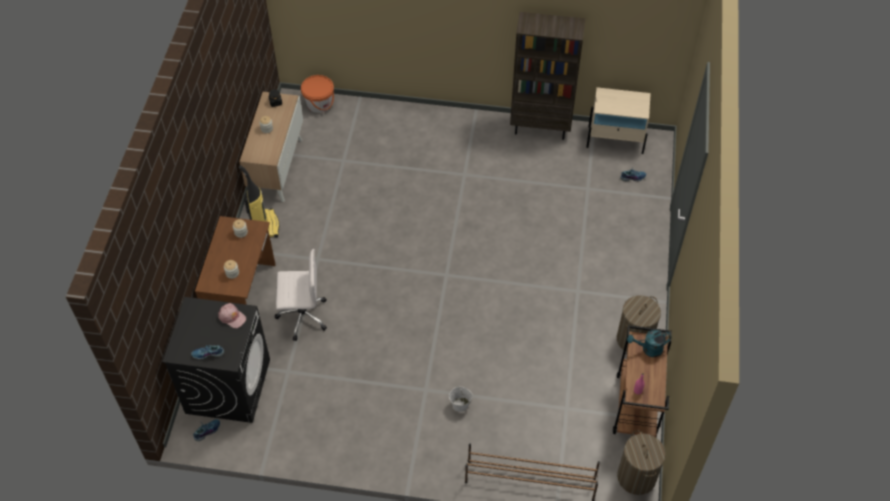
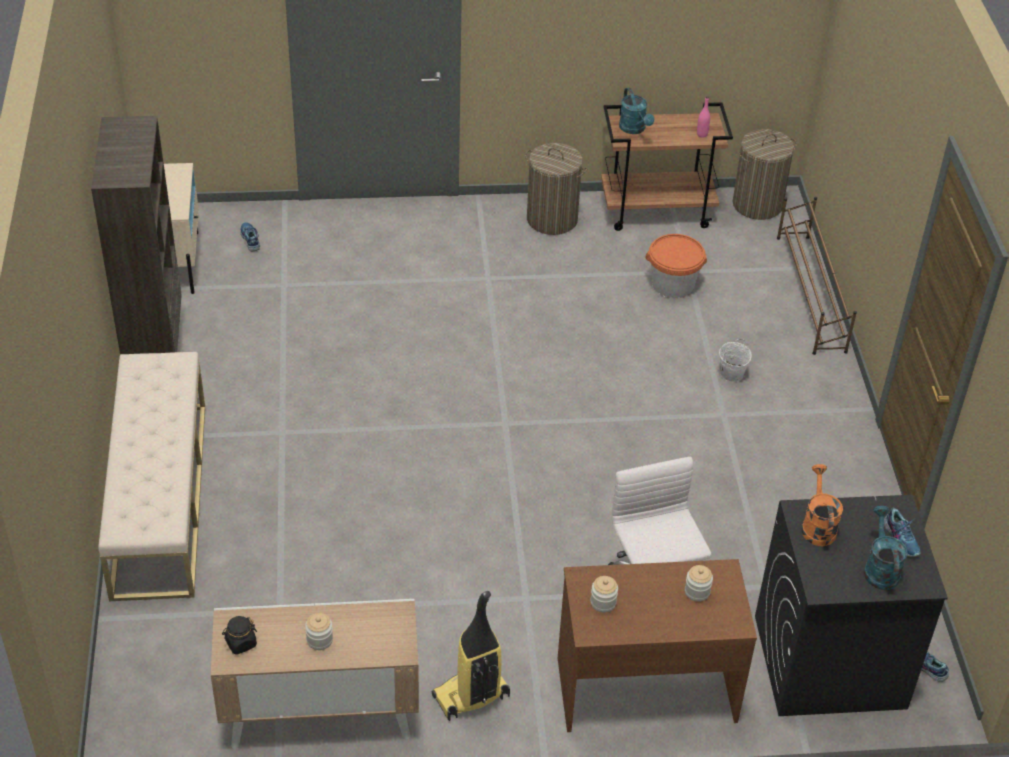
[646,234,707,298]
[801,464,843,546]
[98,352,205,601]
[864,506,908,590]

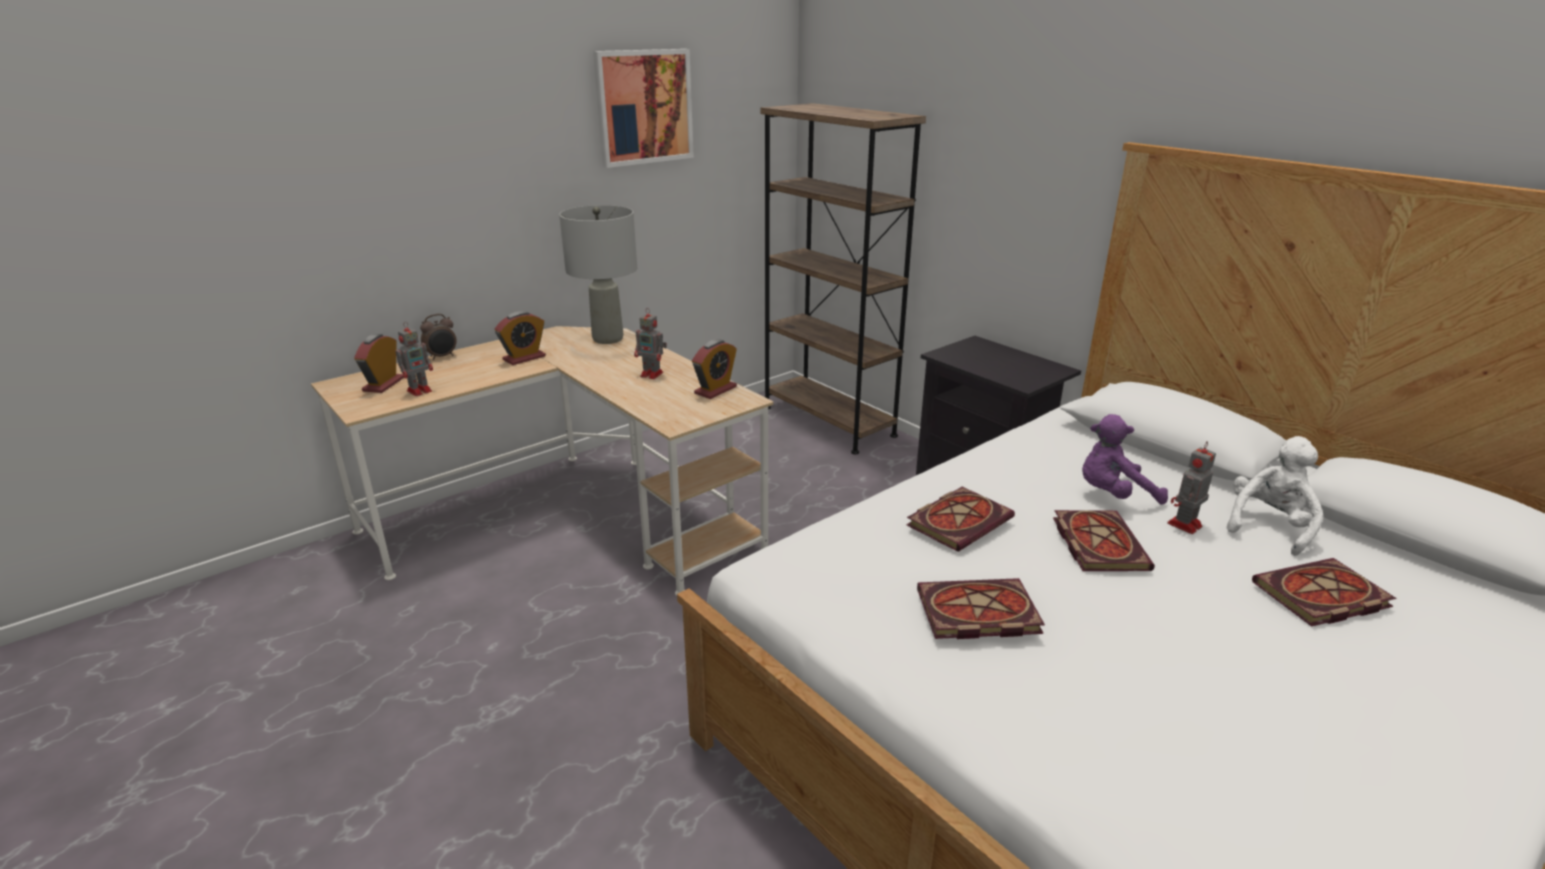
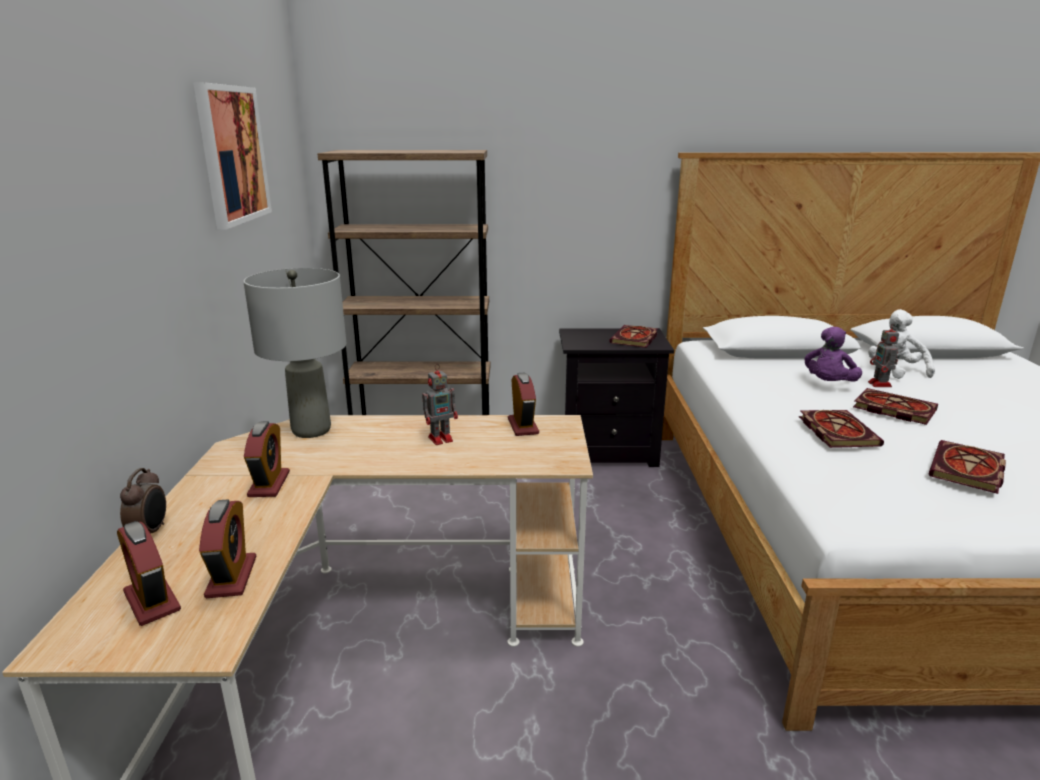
[199,500,256,598]
[609,325,658,348]

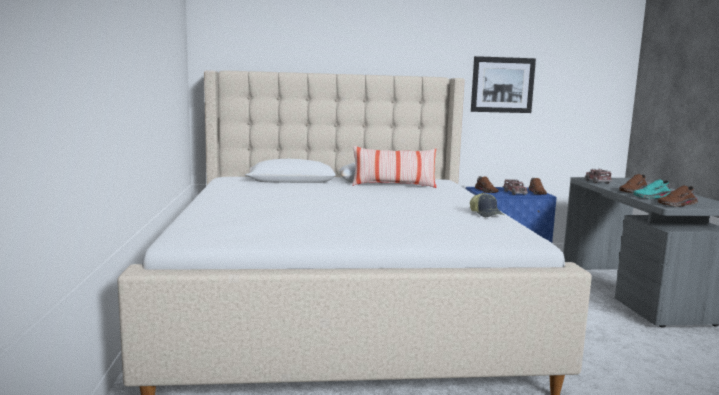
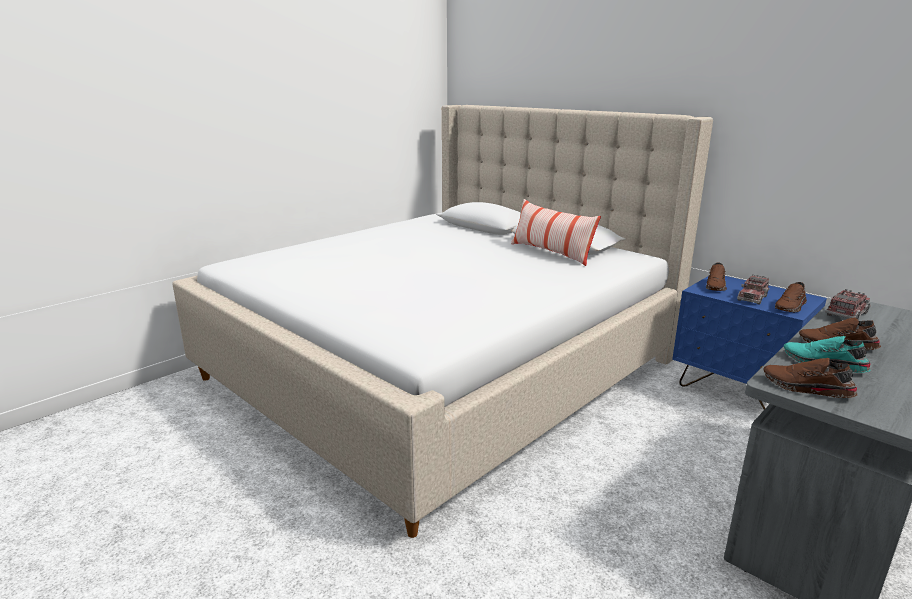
[471,56,536,113] (first image)
[470,193,504,217] (first image)

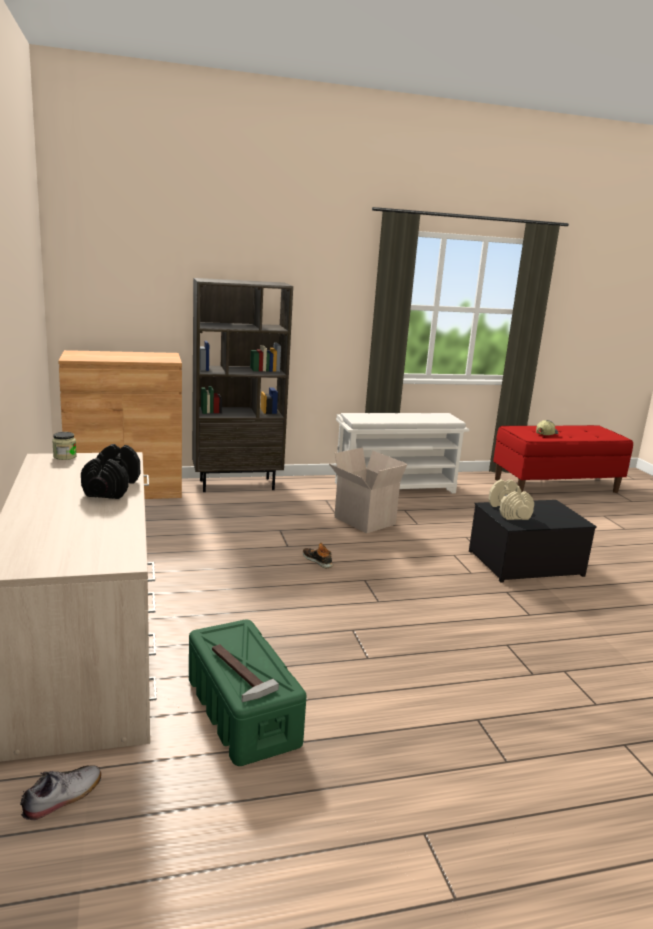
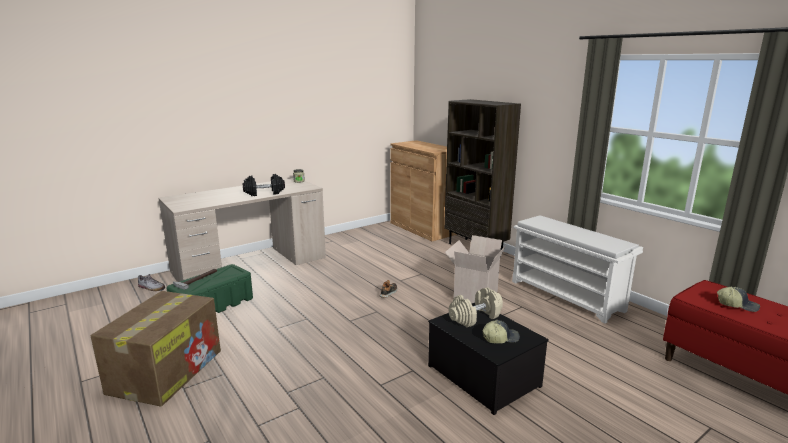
[91,291,221,407]
[482,320,520,344]

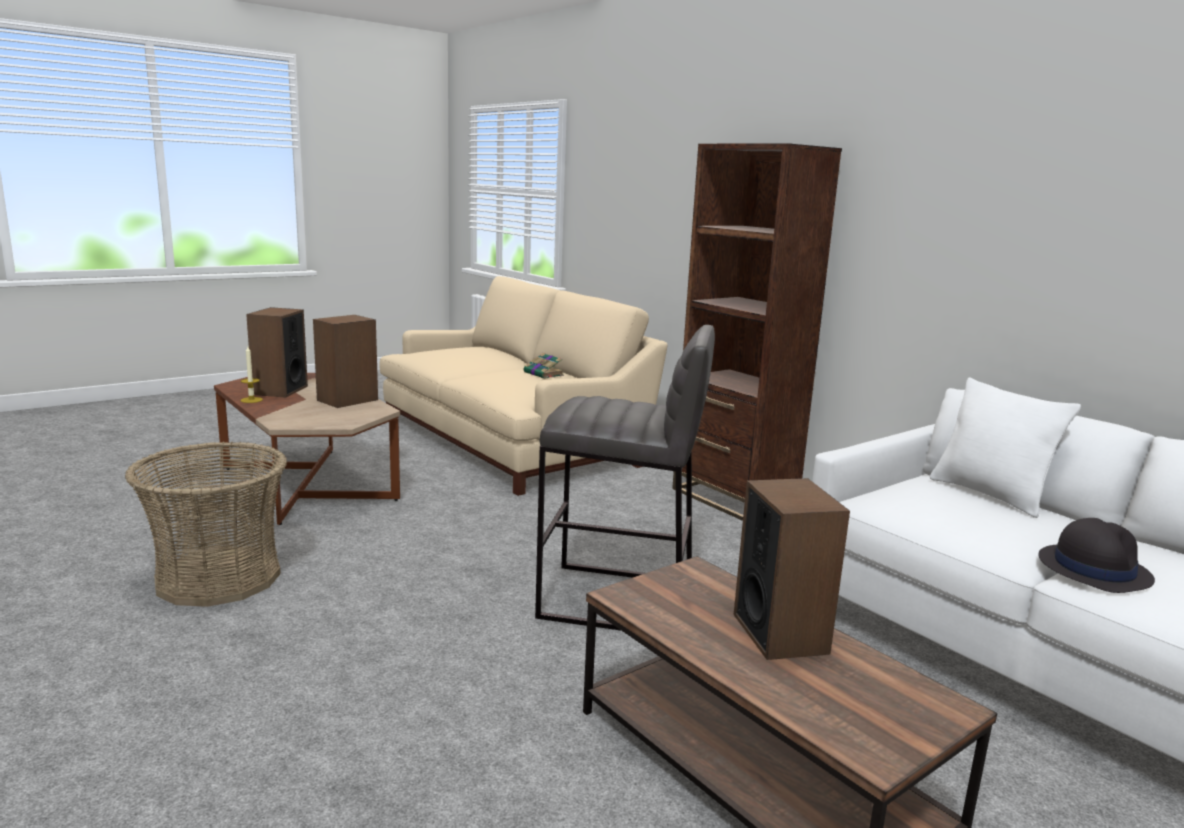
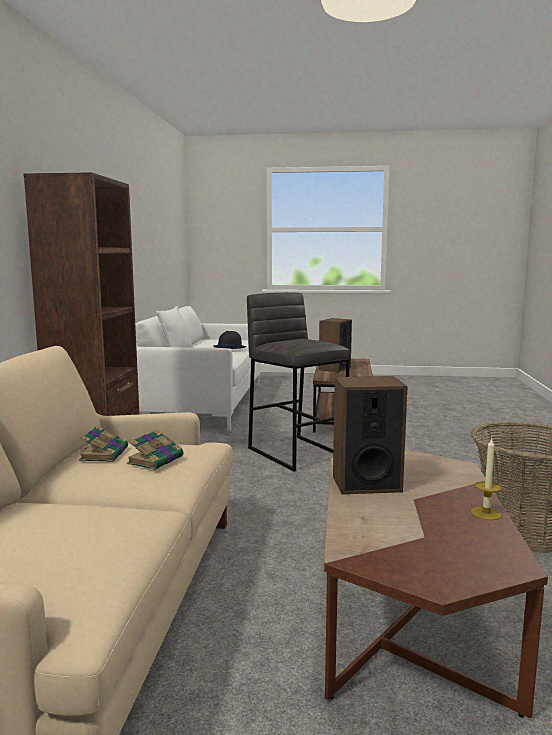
[246,307,308,398] (first image)
[127,430,183,470]

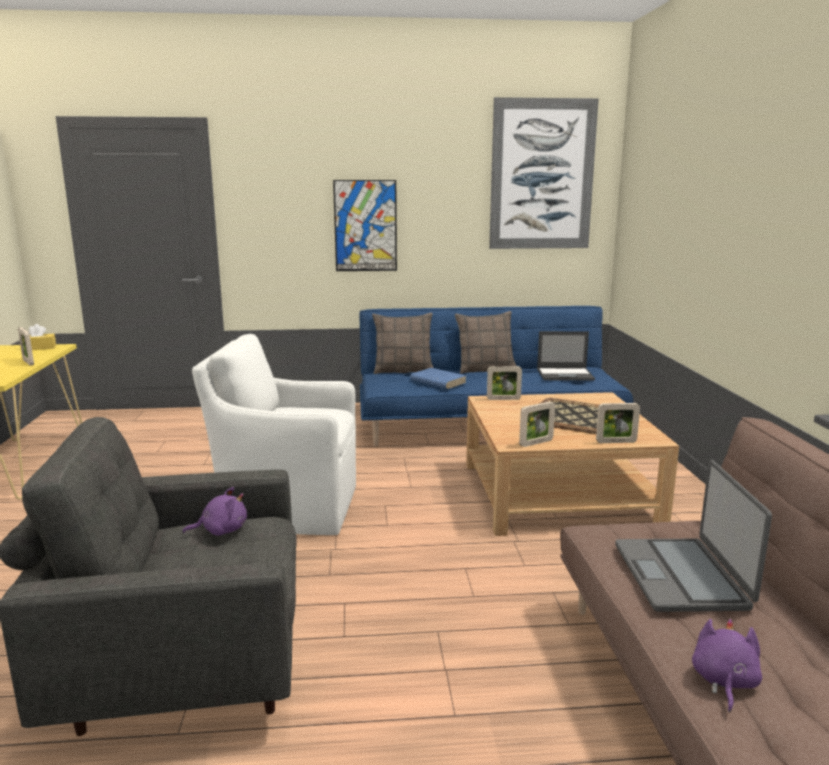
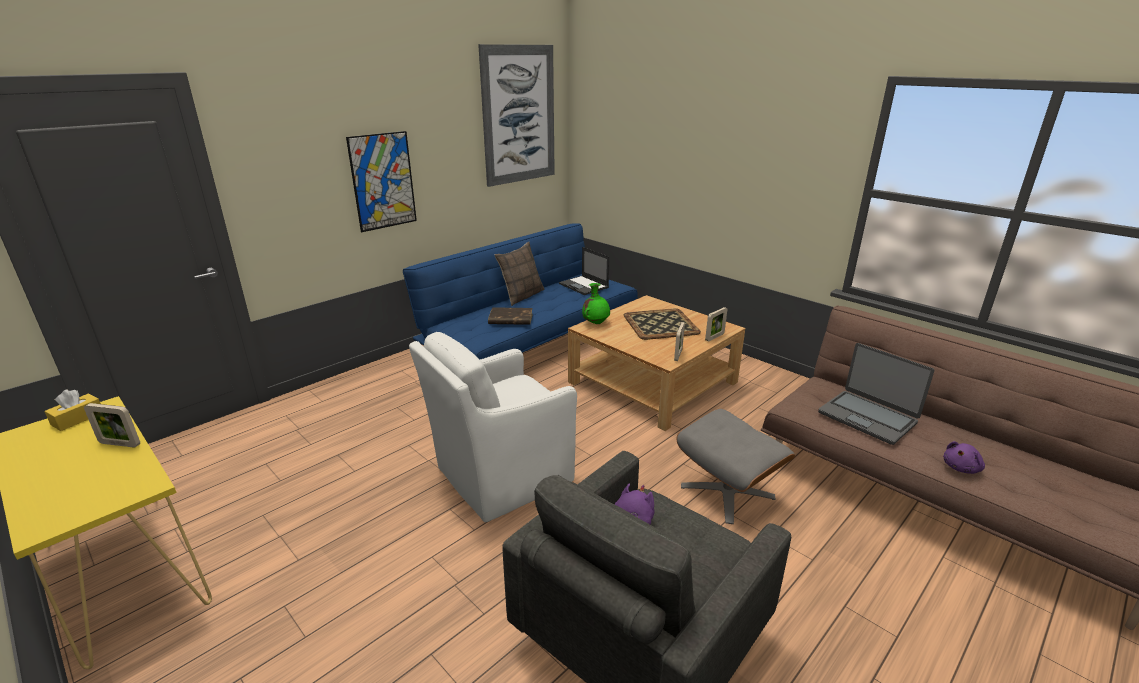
[372,313,433,374] (first image)
[559,247,610,295]
[582,283,610,324]
[488,307,533,325]
[943,441,985,474]
[677,409,795,524]

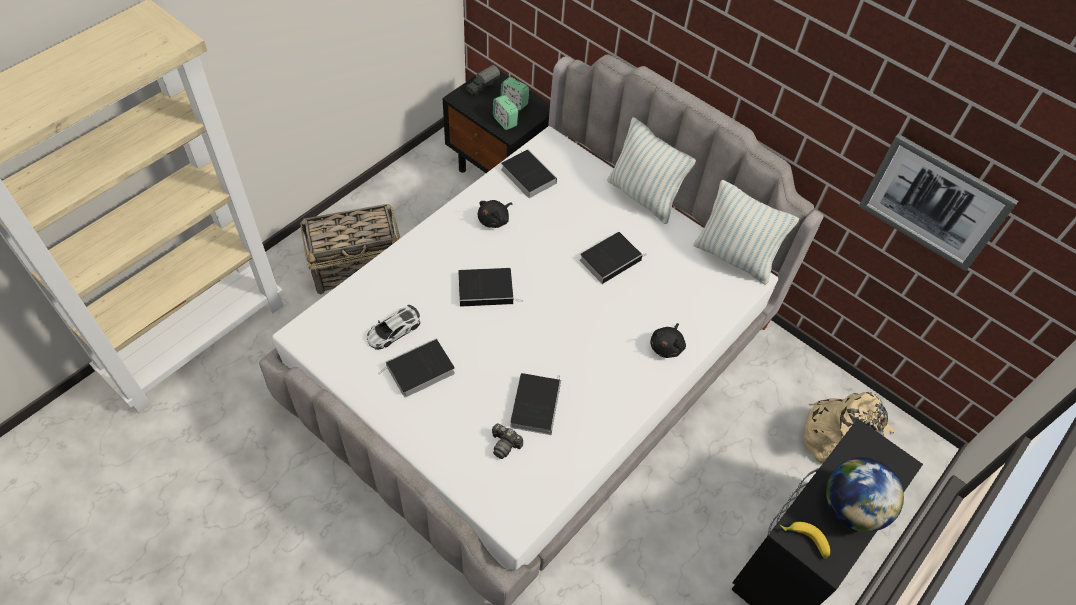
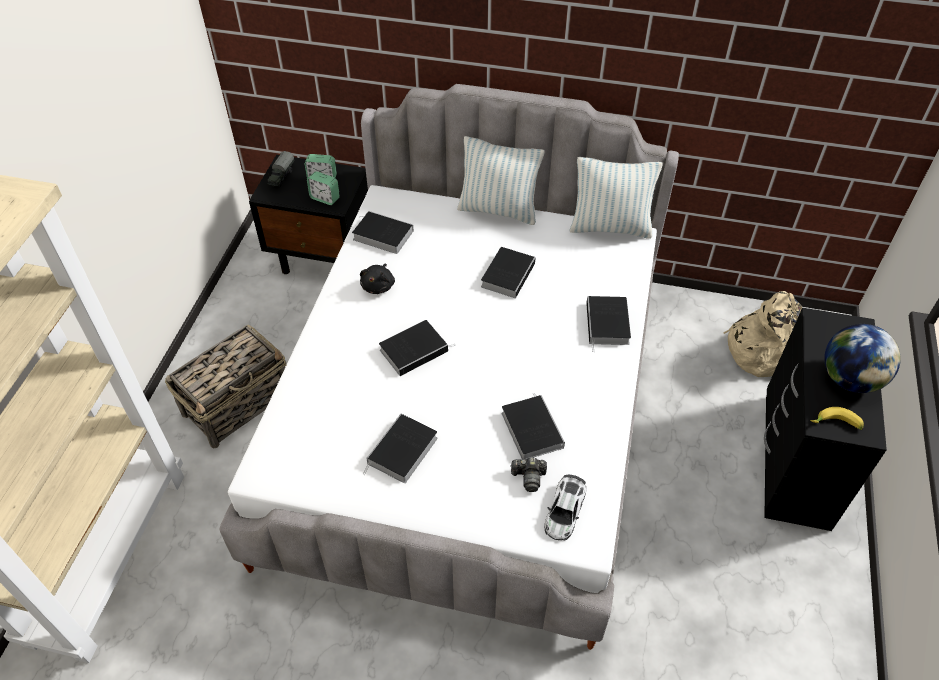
[859,134,1018,271] (first image)
[544,475,587,541]
[586,296,631,353]

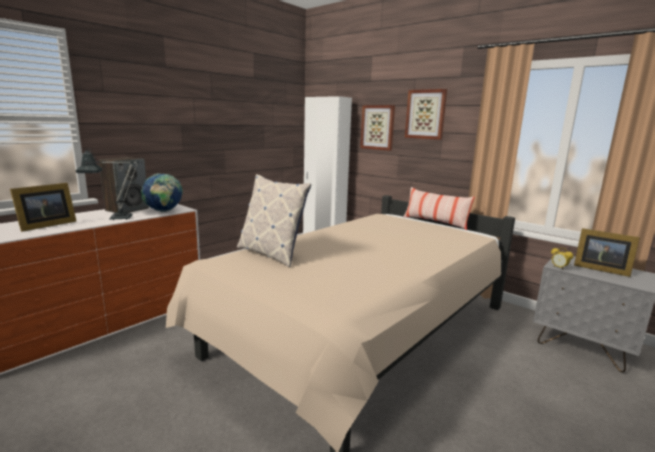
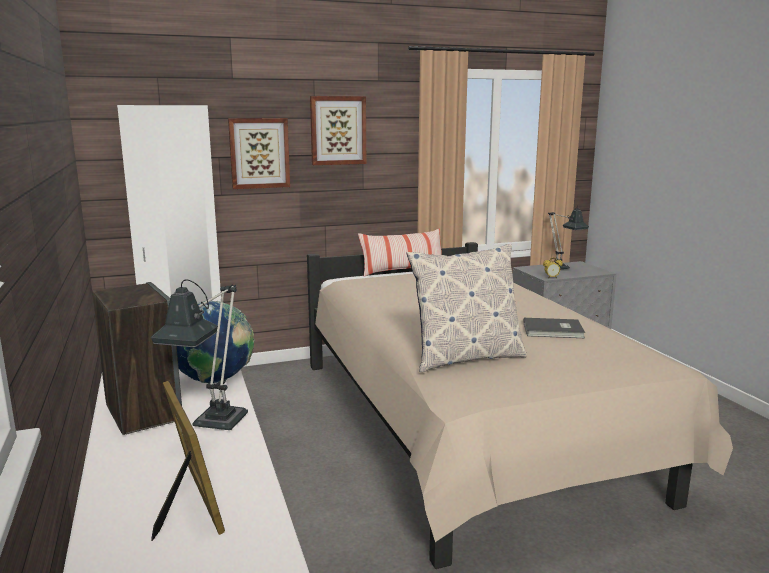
[548,205,589,270]
[523,318,585,338]

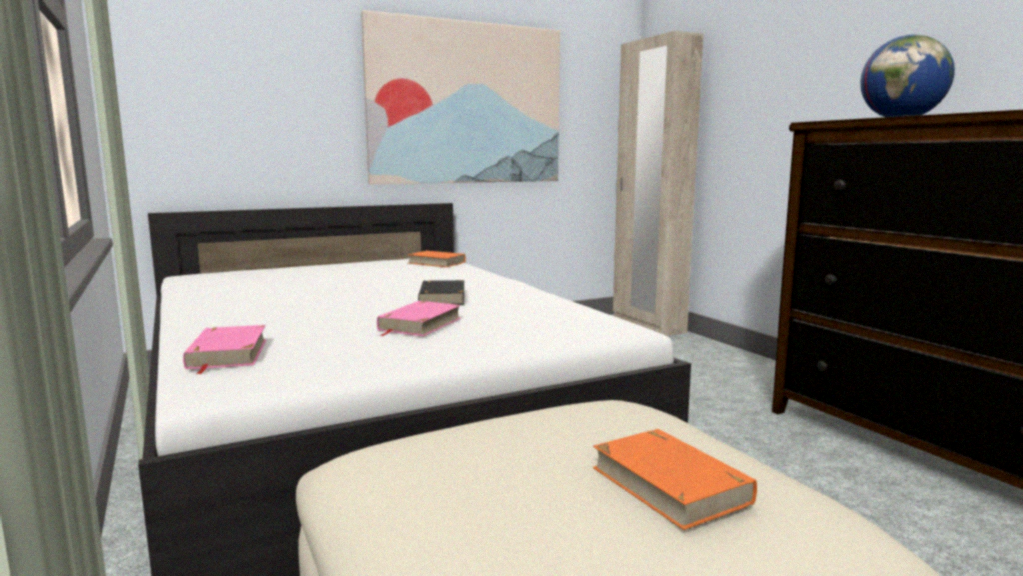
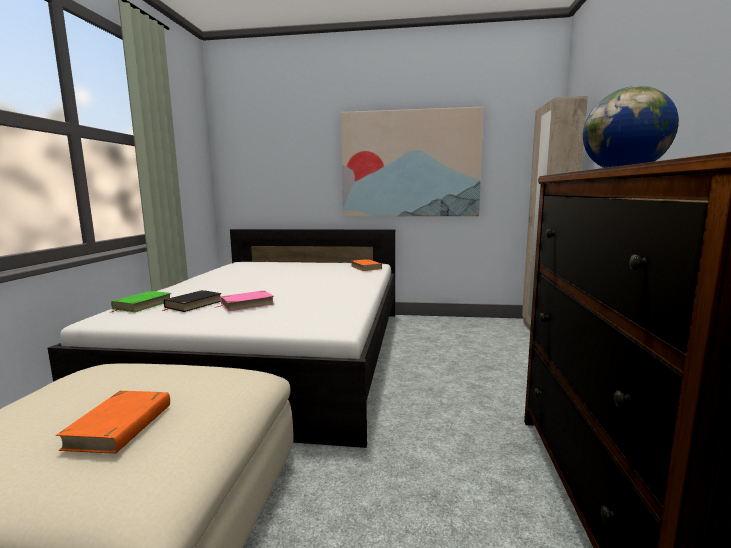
[162,290,222,312]
[110,291,171,313]

